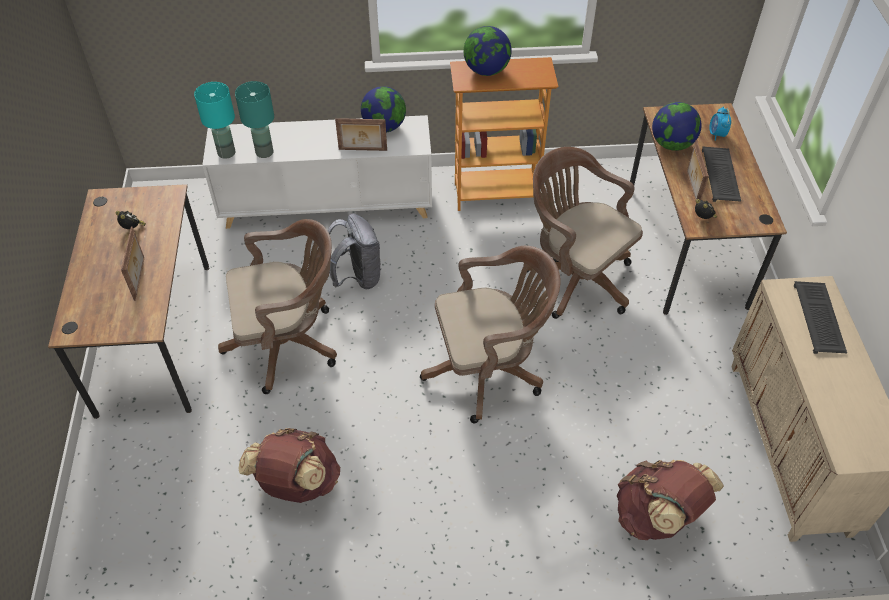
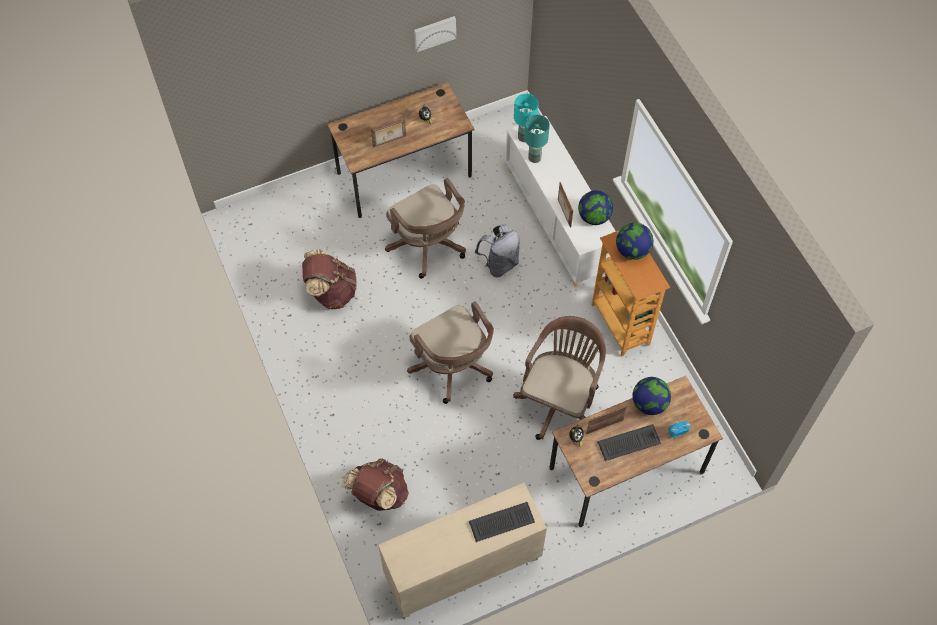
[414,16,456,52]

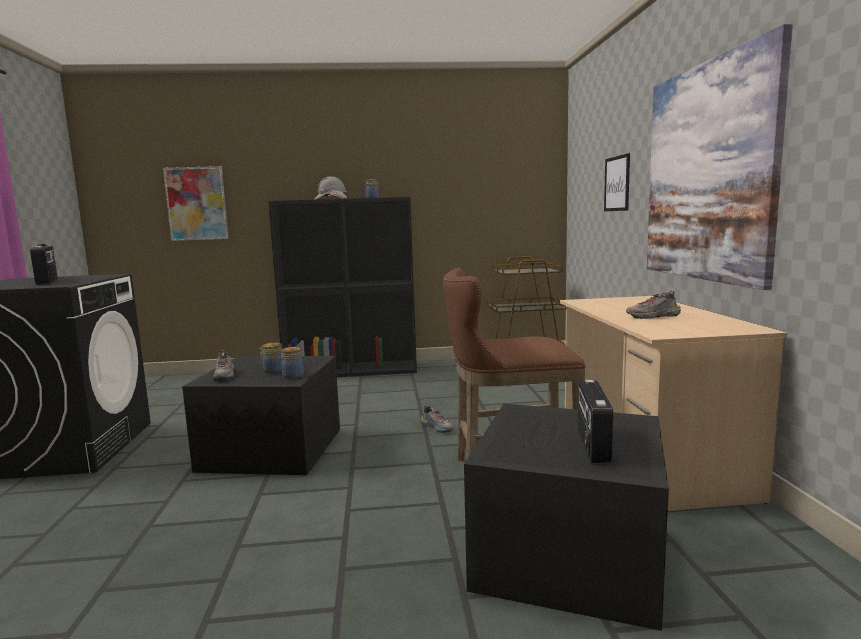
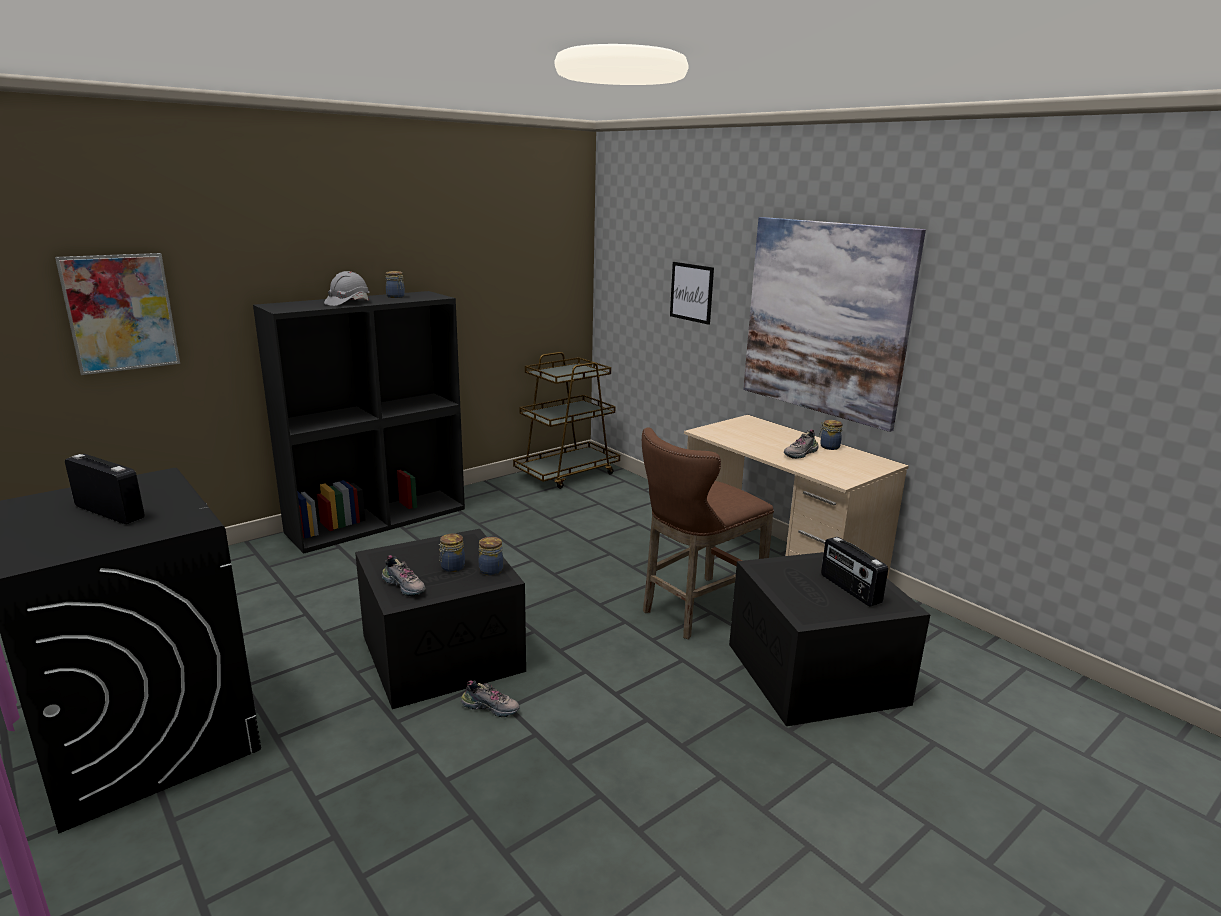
[461,680,520,717]
[819,420,843,450]

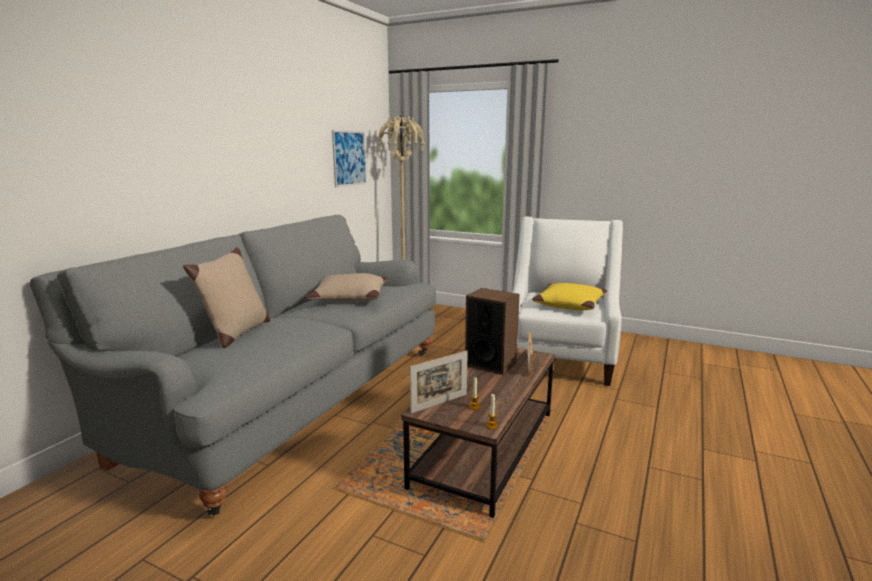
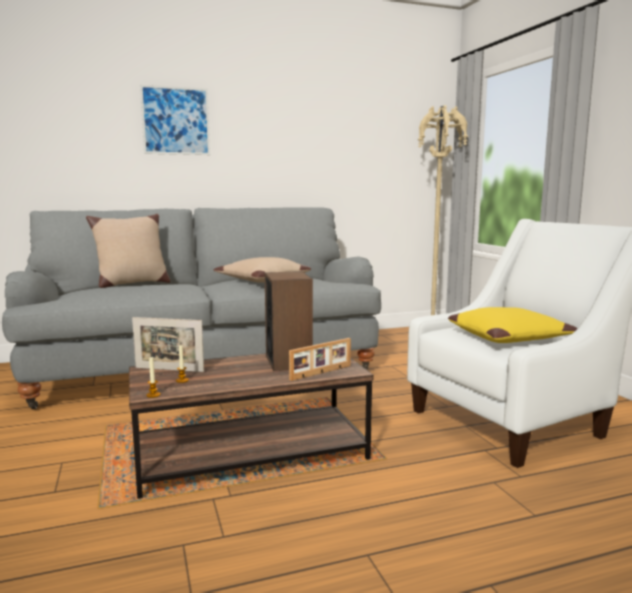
[140,85,210,155]

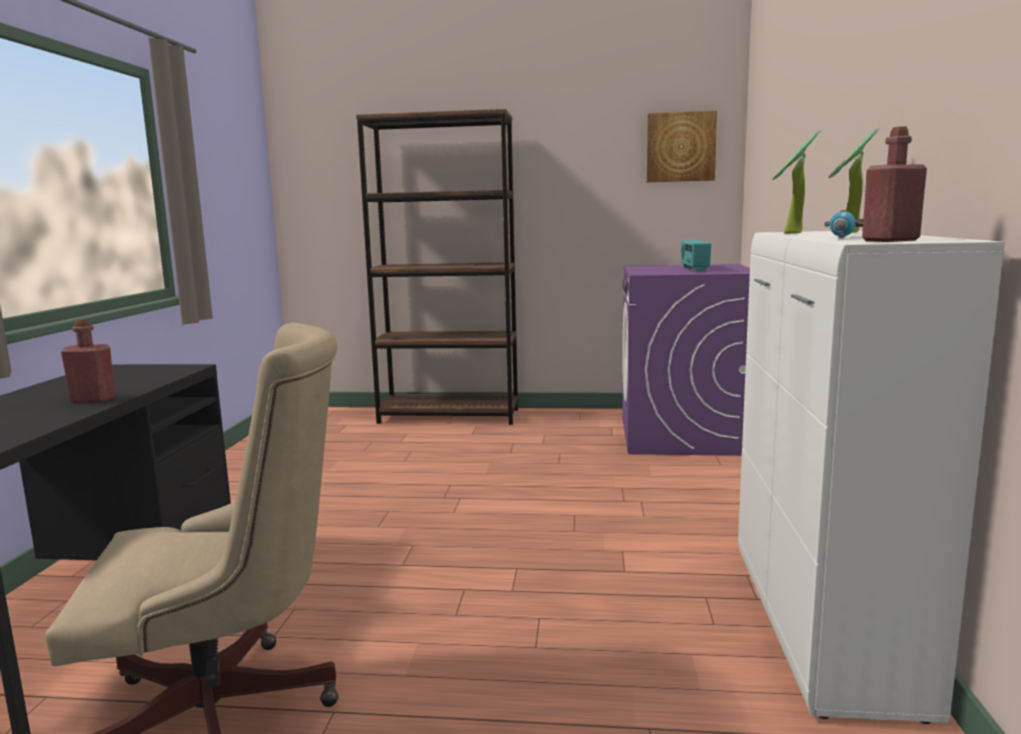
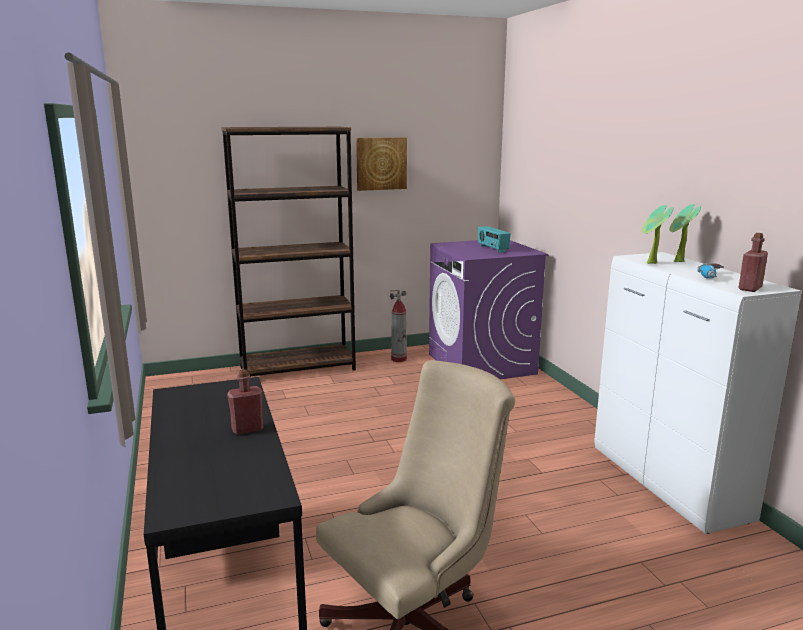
[356,137,407,191]
[390,290,407,362]

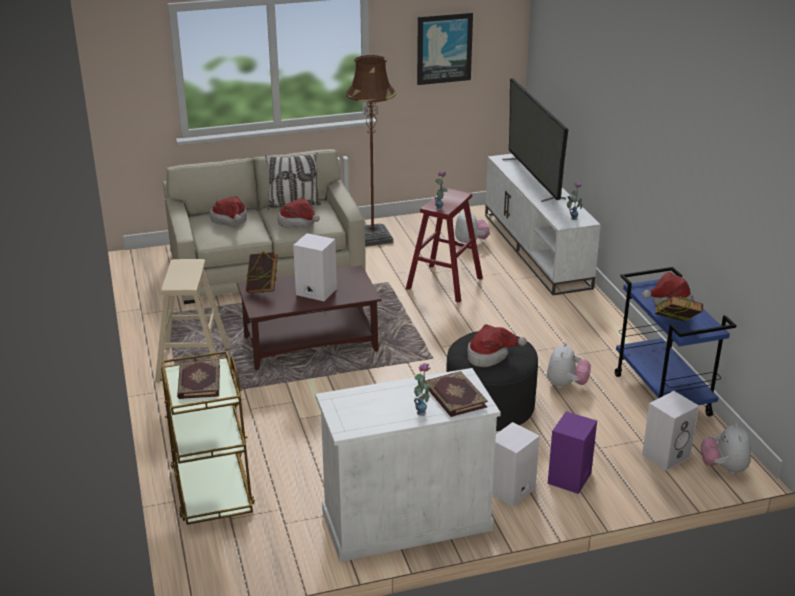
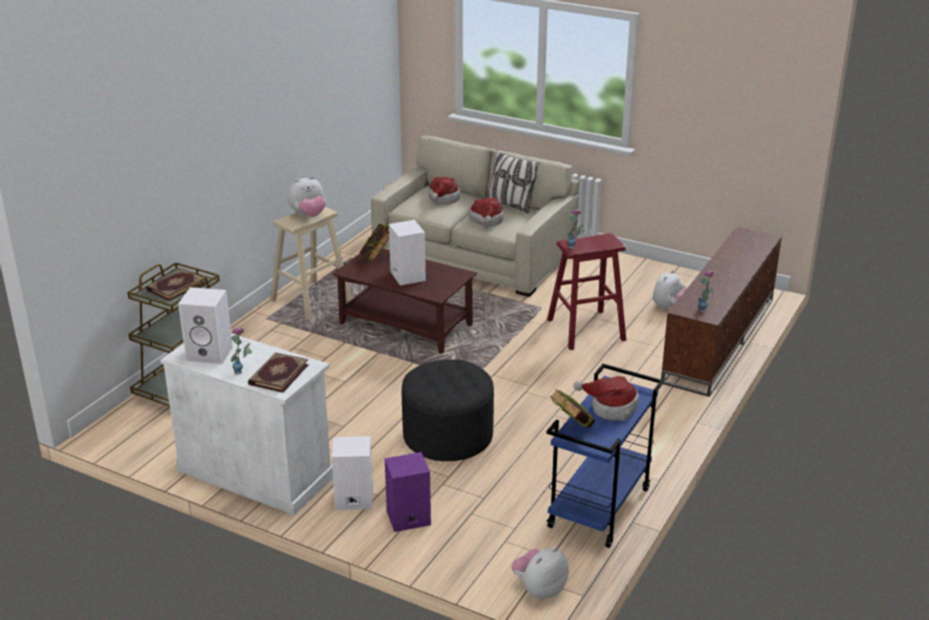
[417,12,473,85] (first image)
[346,55,396,247] (first image)
[503,78,568,202] (first image)
[661,227,782,397]
[468,324,527,367] (first image)
[287,176,326,217]
[178,287,233,364]

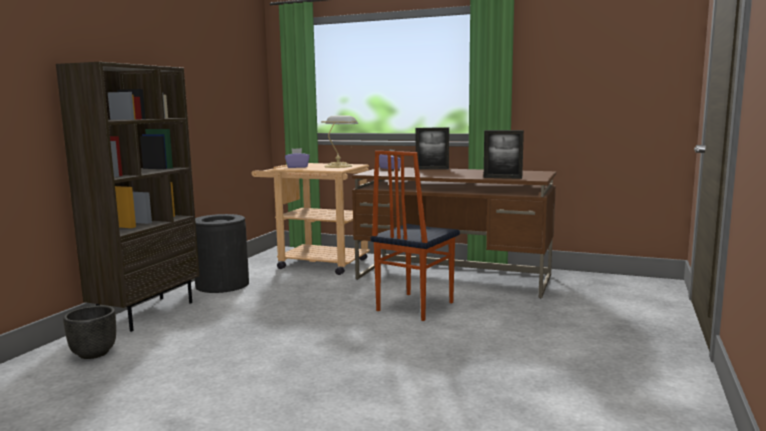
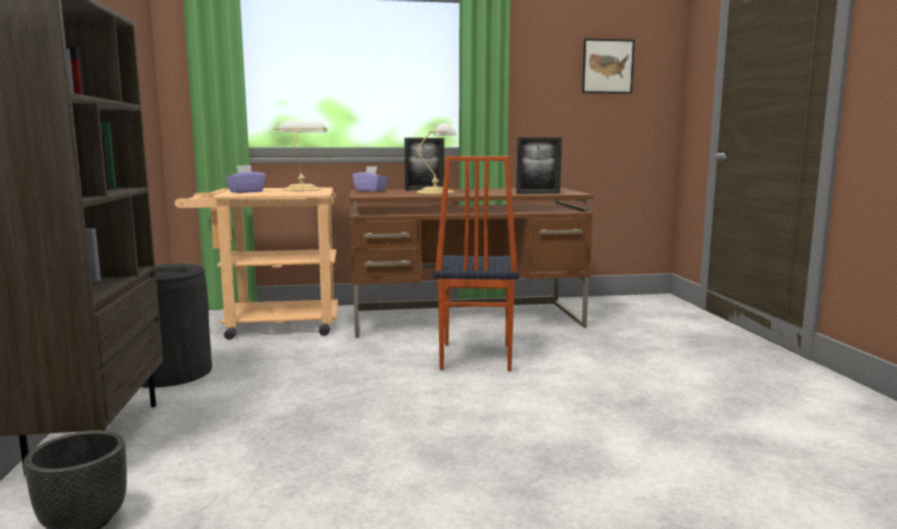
[582,38,635,94]
[416,123,457,194]

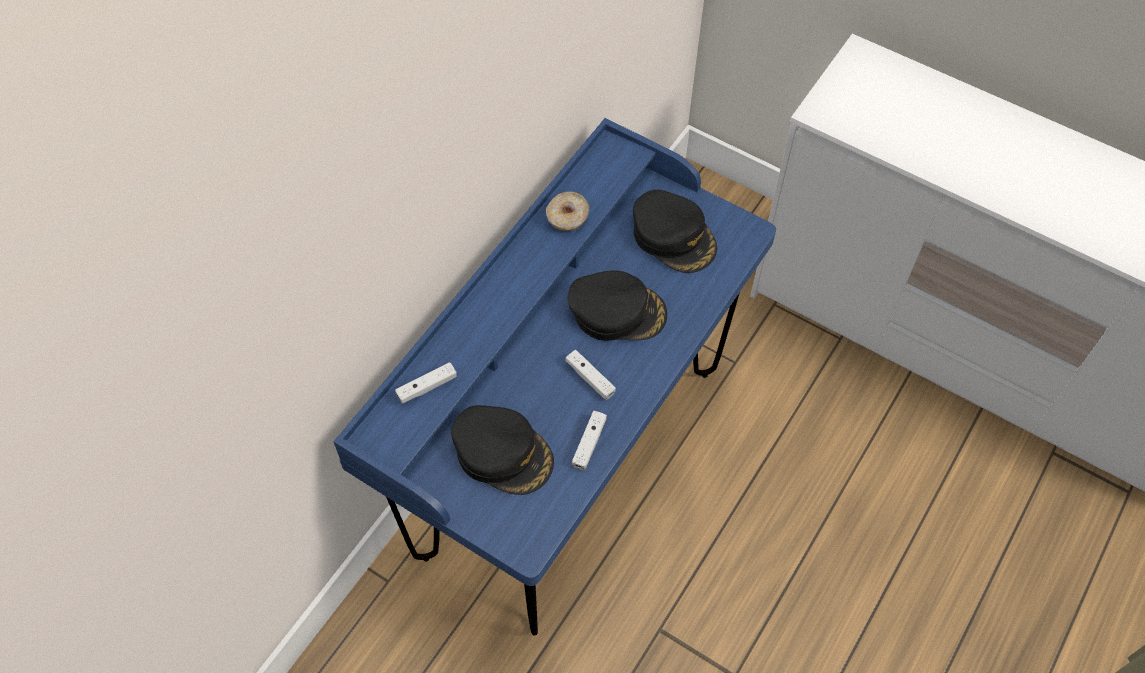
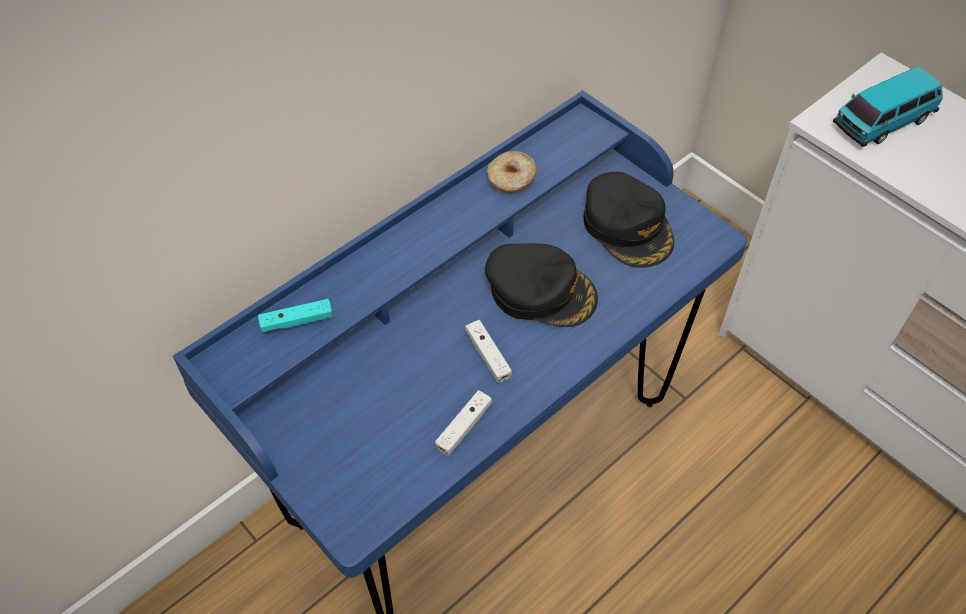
[258,299,332,332]
[451,405,554,495] (first image)
[833,66,943,147]

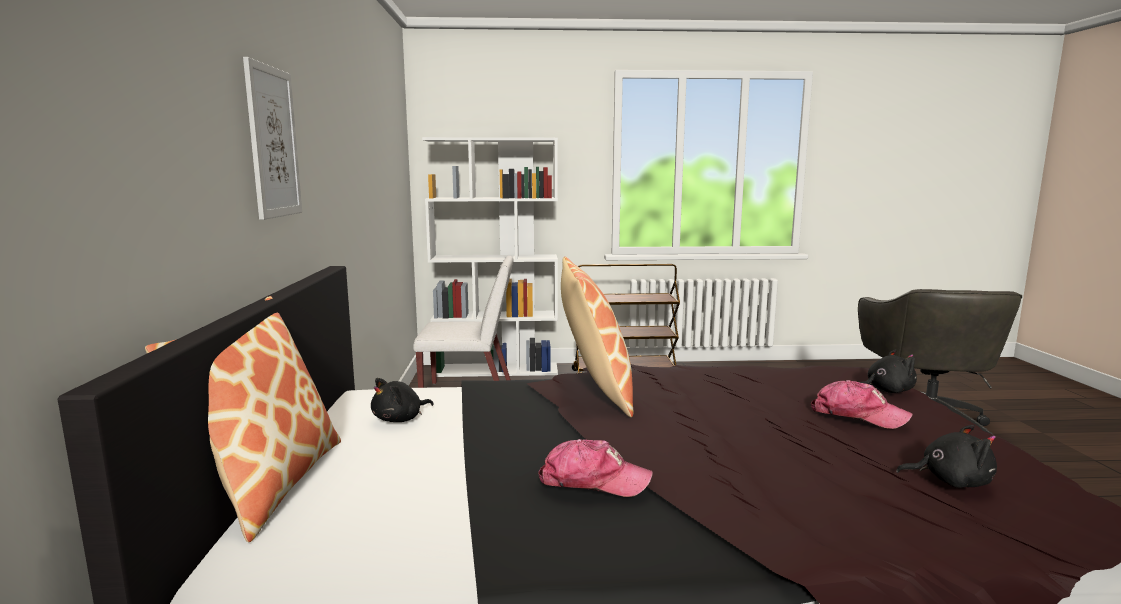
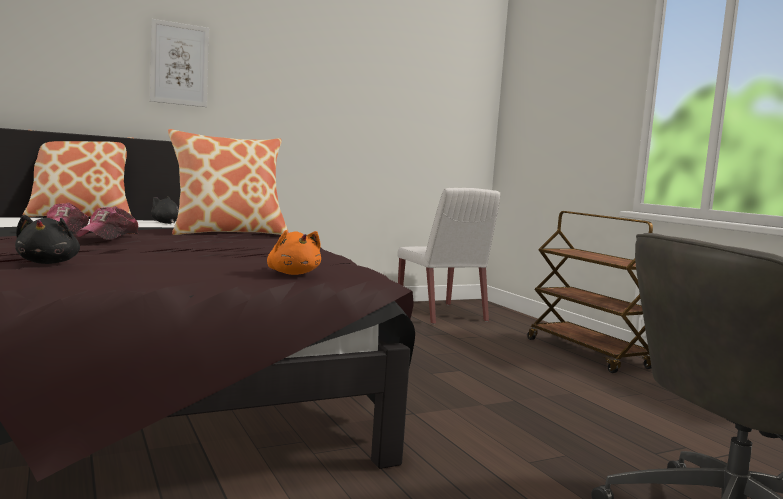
[422,137,558,377] (first image)
[267,230,321,275]
[76,206,138,240]

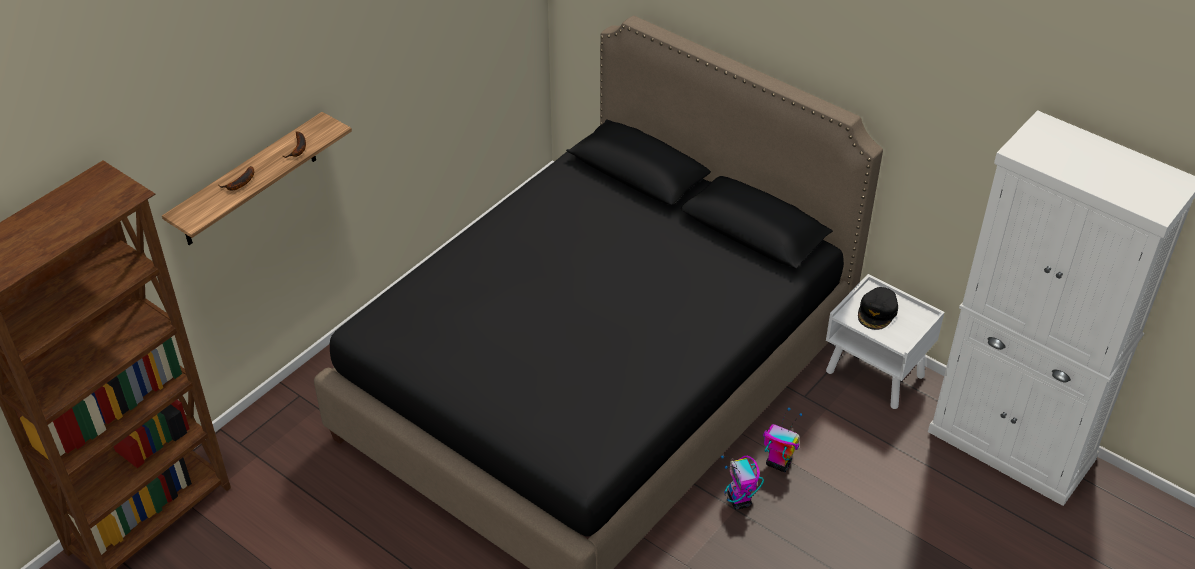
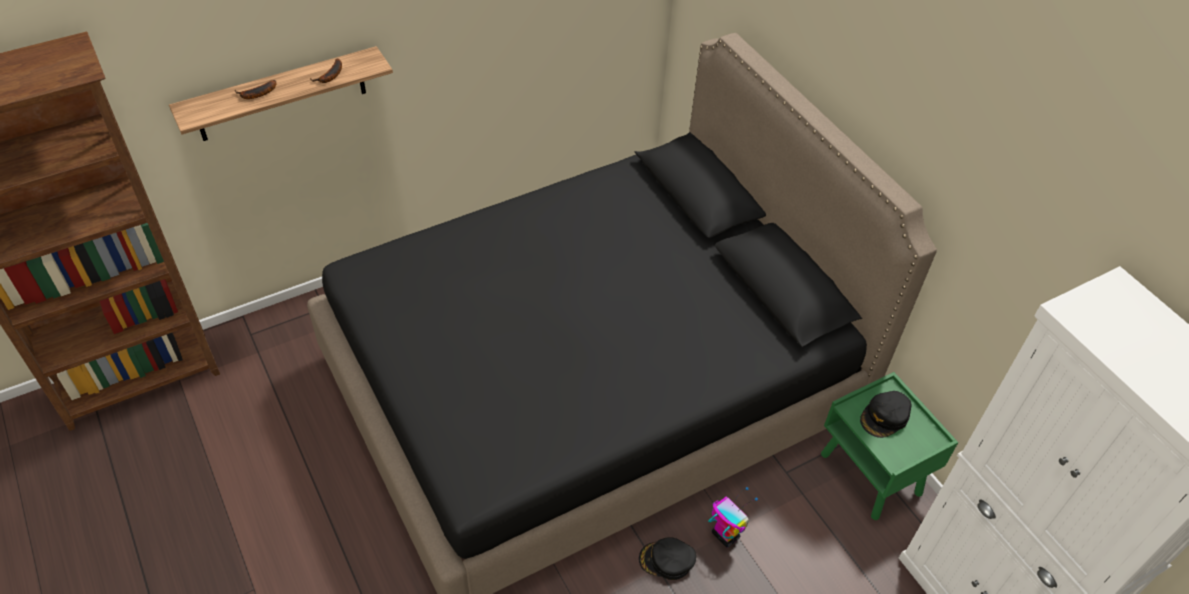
[821,372,958,520]
[639,537,696,580]

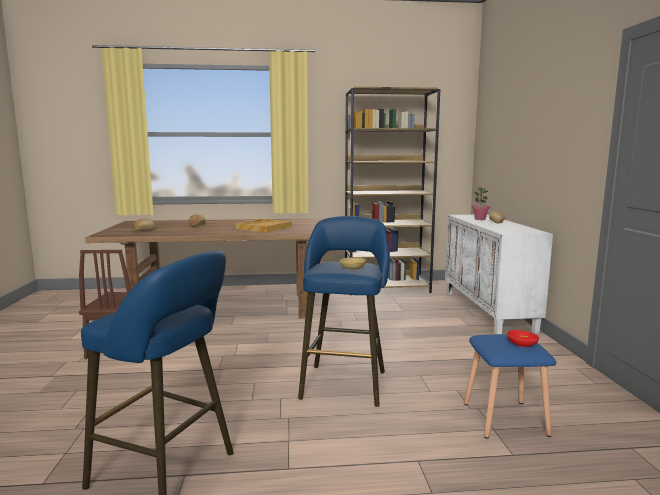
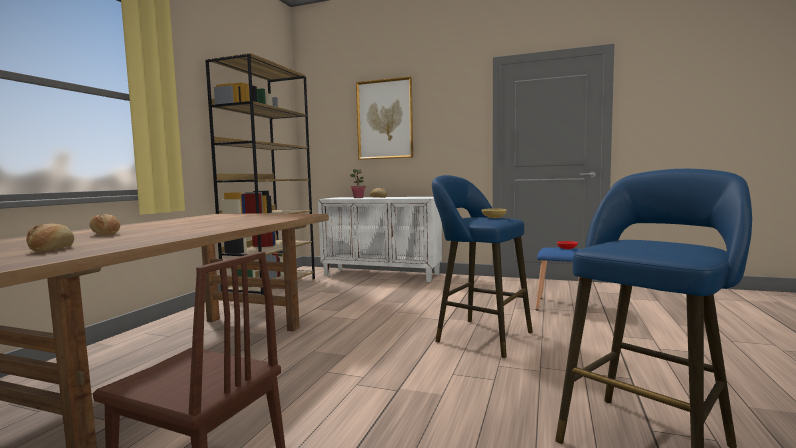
[235,219,292,232] (first image)
[356,76,413,160]

